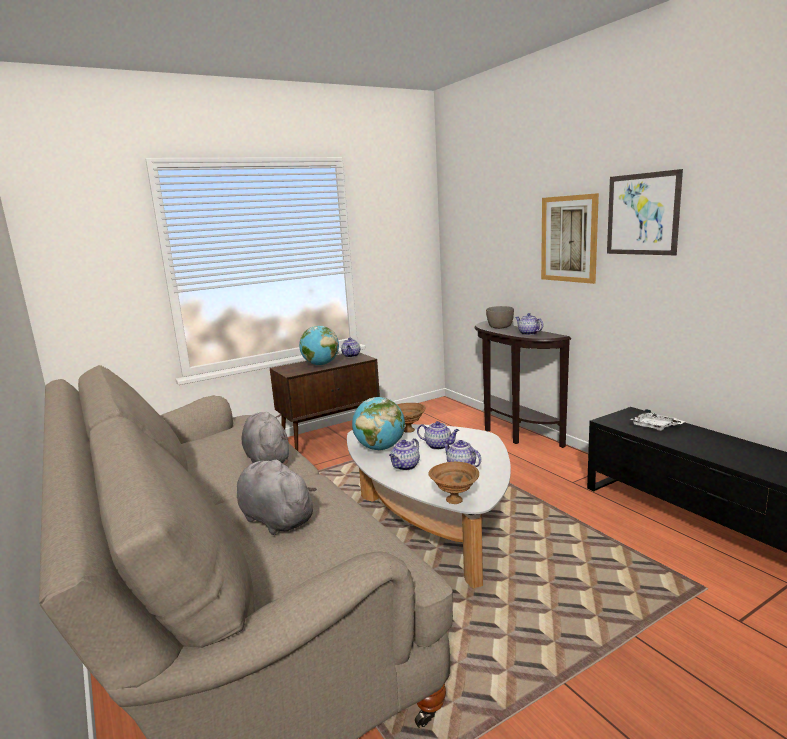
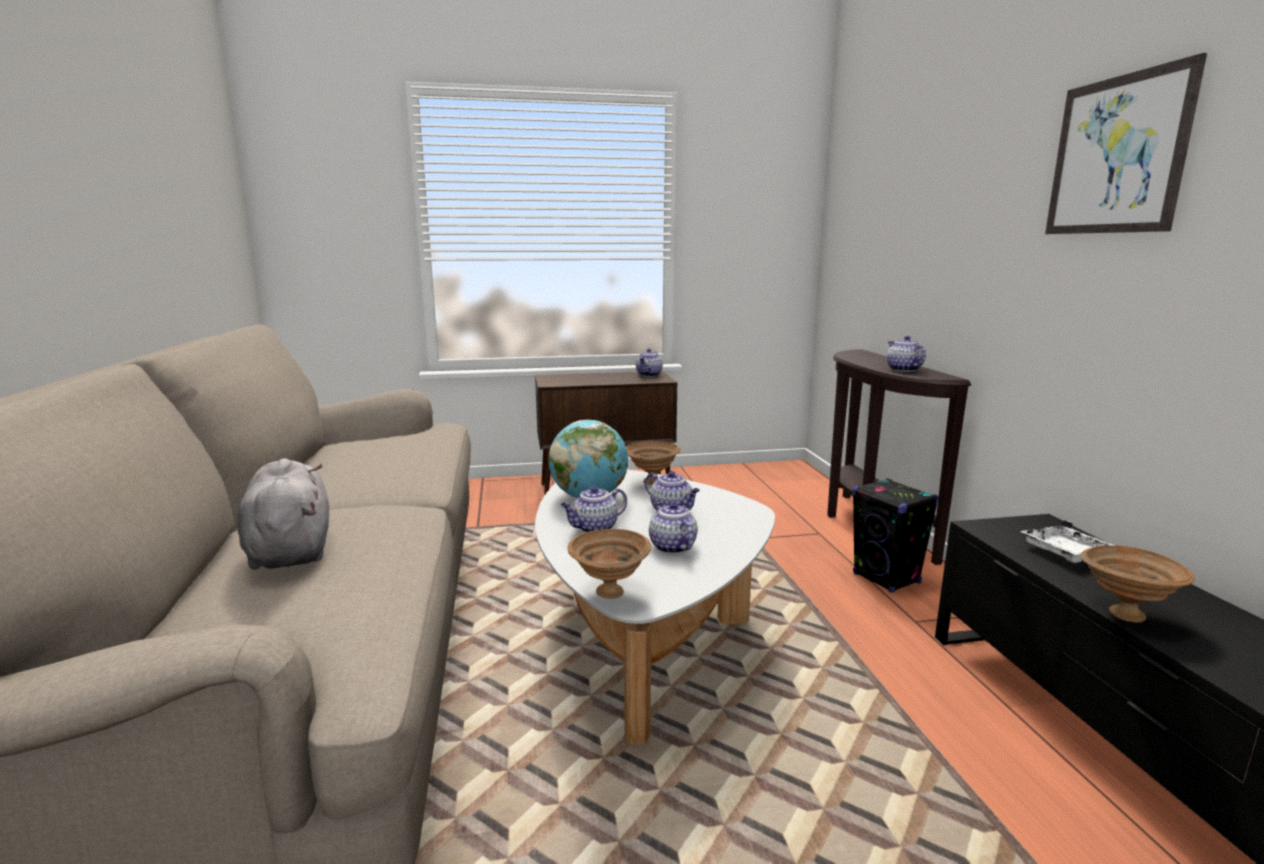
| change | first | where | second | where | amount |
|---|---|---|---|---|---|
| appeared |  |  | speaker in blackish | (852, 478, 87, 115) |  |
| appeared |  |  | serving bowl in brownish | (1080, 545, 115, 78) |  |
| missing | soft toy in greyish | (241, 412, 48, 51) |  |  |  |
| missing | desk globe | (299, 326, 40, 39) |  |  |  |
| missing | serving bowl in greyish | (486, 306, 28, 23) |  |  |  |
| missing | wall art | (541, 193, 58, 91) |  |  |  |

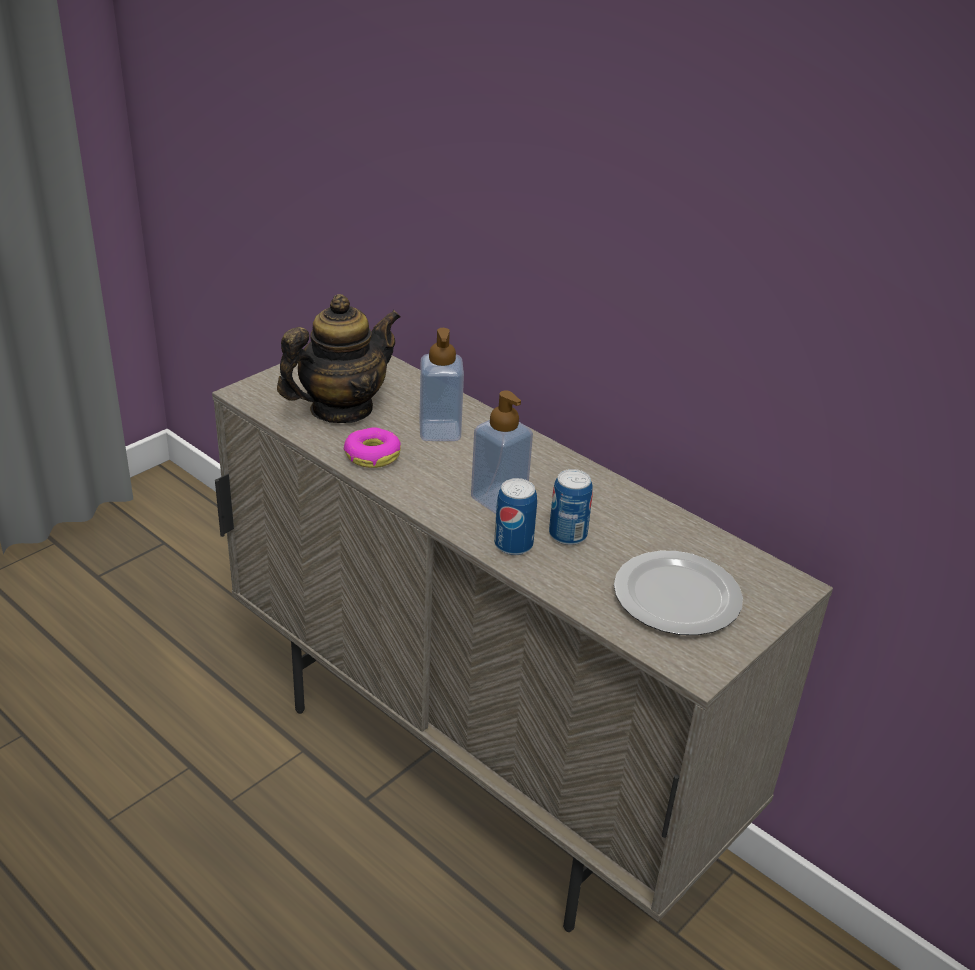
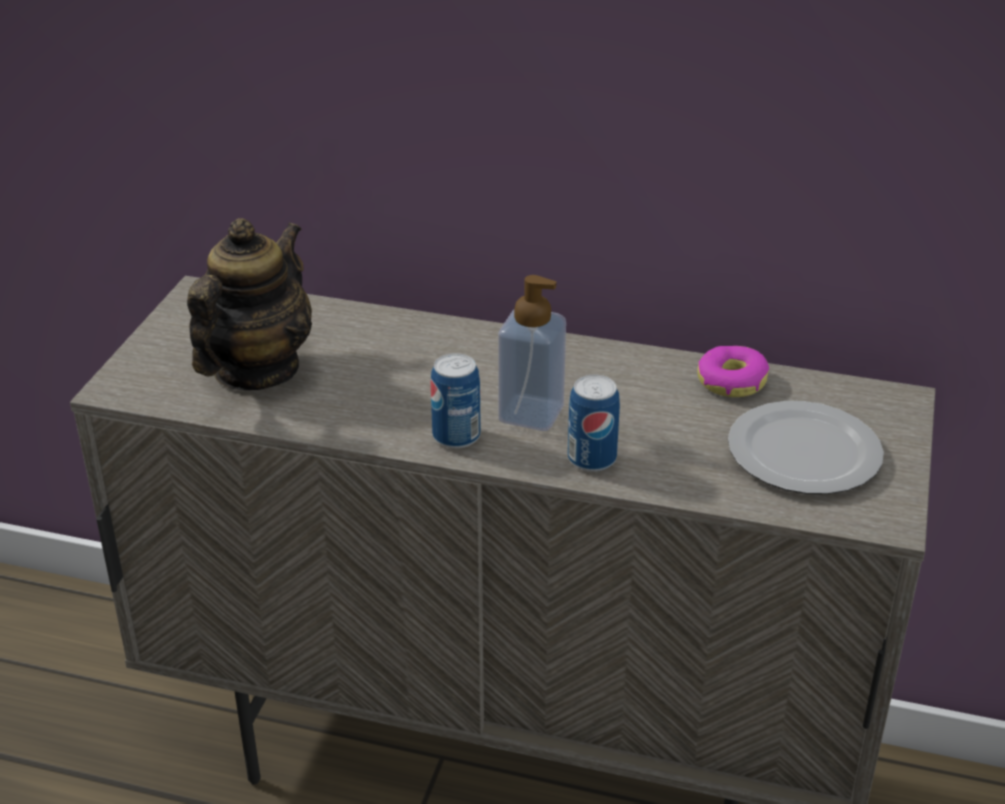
| change | first | where | second | where | amount |
|---|---|---|---|---|---|
| relocated | can | (549, 469, 44, 76) |  | (431, 353, 50, 96) |  |
| relocated | donut | (344, 427, 57, 41) |  | (697, 346, 72, 51) |  |
| missing | soap dispenser | (419, 328, 45, 113) |  |  |  |

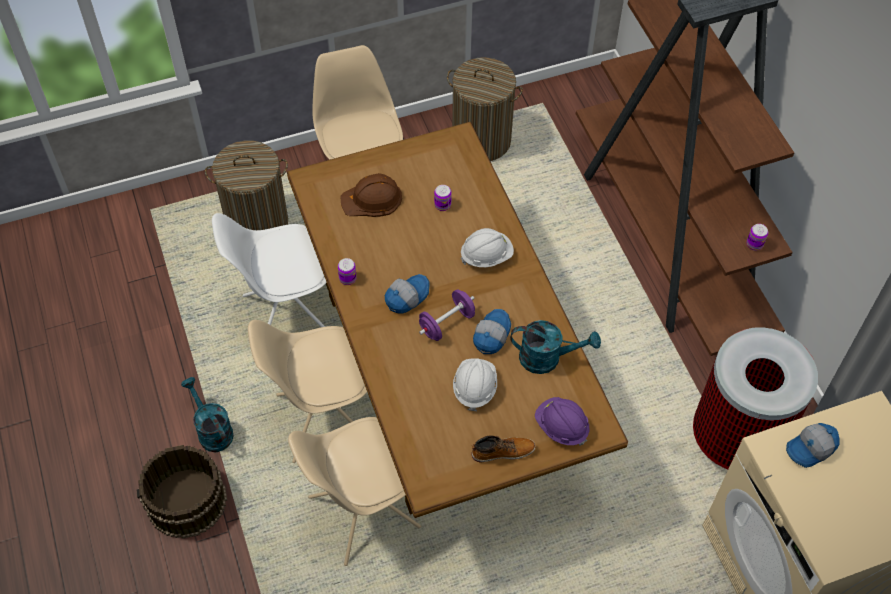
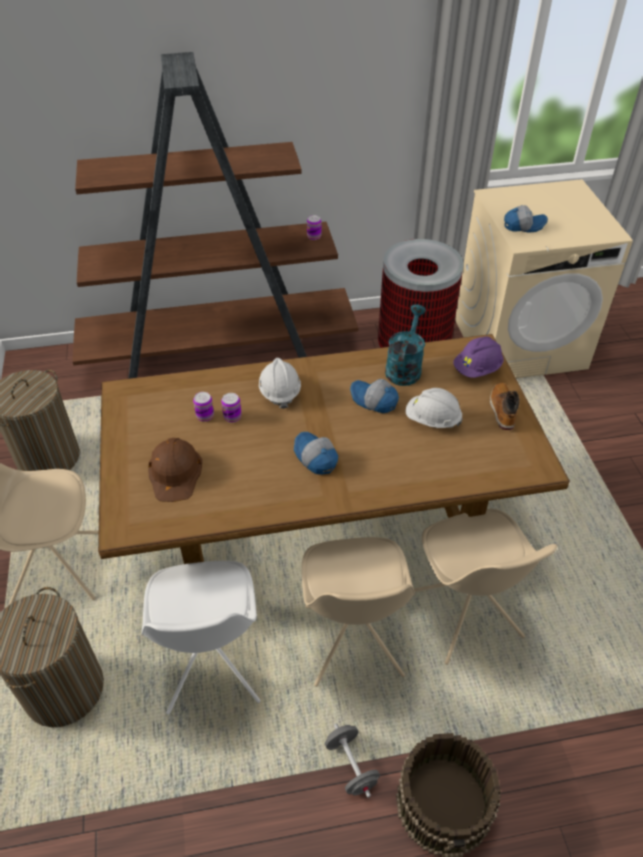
| change | first | where | second | where | amount |
|---|---|---|---|---|---|
| relocated | can | (338, 258, 19, 27) |  | (221, 393, 21, 29) |  |
| exchanged | watering pot in blue-green | (181, 377, 52, 75) | hand weight in greyish | (325, 724, 55, 74) |  |
| spun | baseball cap | (786, 423, 53, 45) |  | (504, 205, 44, 28) | 75 degrees counterclockwise |
| missing | hand weight in purplish | (419, 289, 56, 52) |  |  |  |

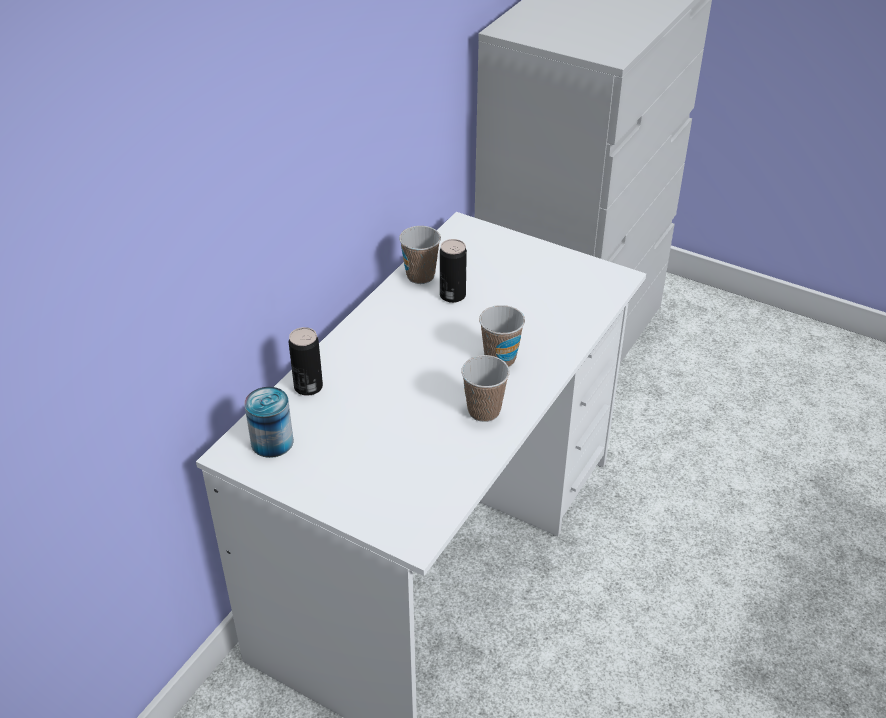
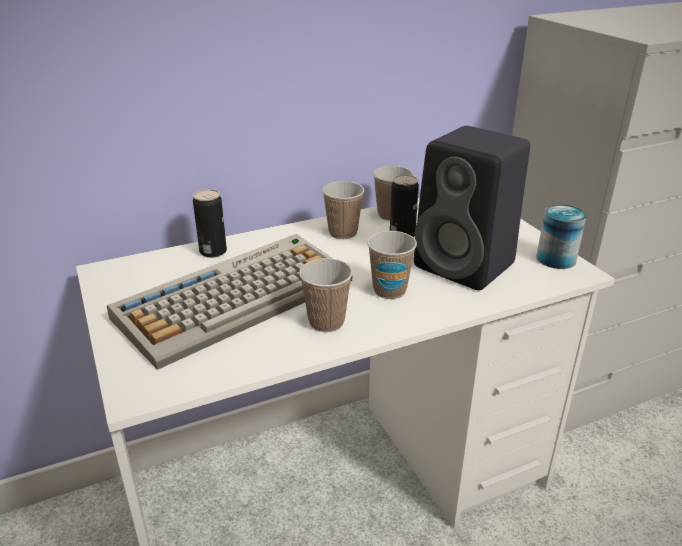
| change | first | where | second | where | amount |
|---|---|---|---|---|---|
| appeared |  |  | computer keyboard | (107, 234, 246, 136) |  |
| appeared |  |  | drinking cup | (322, 181, 42, 58) |  |
| appeared |  |  | speaker in blackish | (414, 126, 116, 164) |  |
| relocated | can | (244, 387, 49, 71) |  | (536, 205, 50, 64) |  |

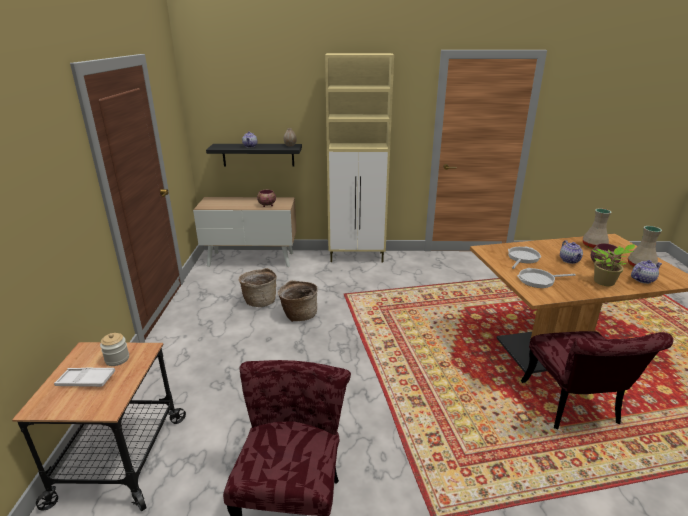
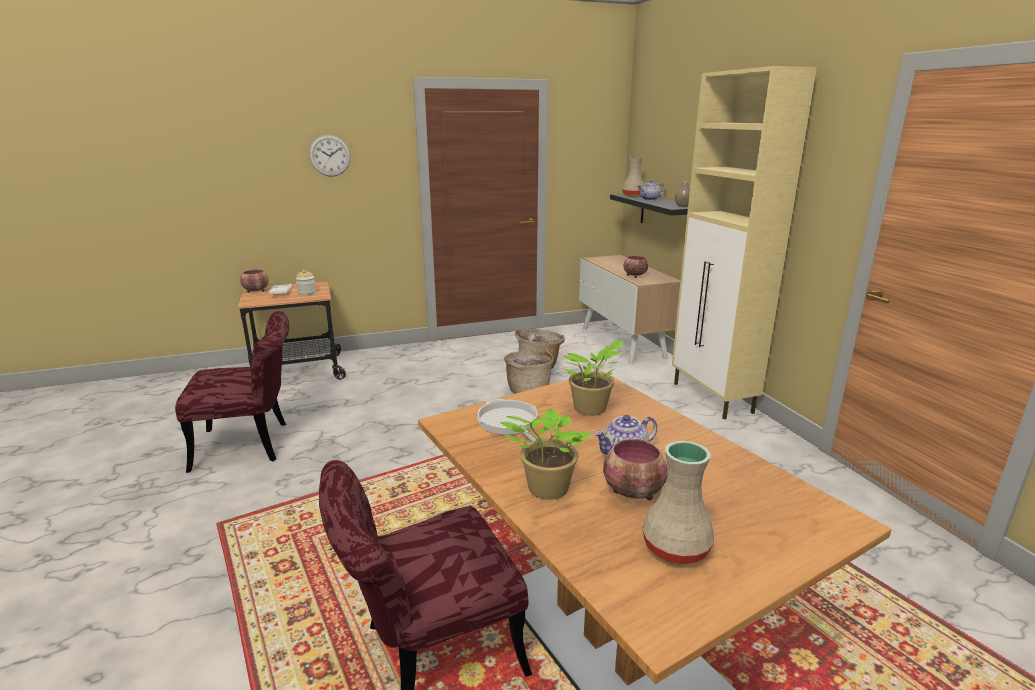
| change | first | where | second | where | amount |
|---|---|---|---|---|---|
| appeared |  |  | serving bowl | (240, 270, 29, 22) |  |
| appeared |  |  | hanging clock | (309, 135, 42, 42) |  |
| exchanged | pan | (508, 246, 33, 23) | houseplant | (563, 340, 60, 76) |  |
| relocated | decorative vase in sand-coloured | (583, 208, 29, 41) |  | (622, 158, 22, 39) |  |
| missing | pot for tea | (631, 260, 31, 24) |  |  |  |

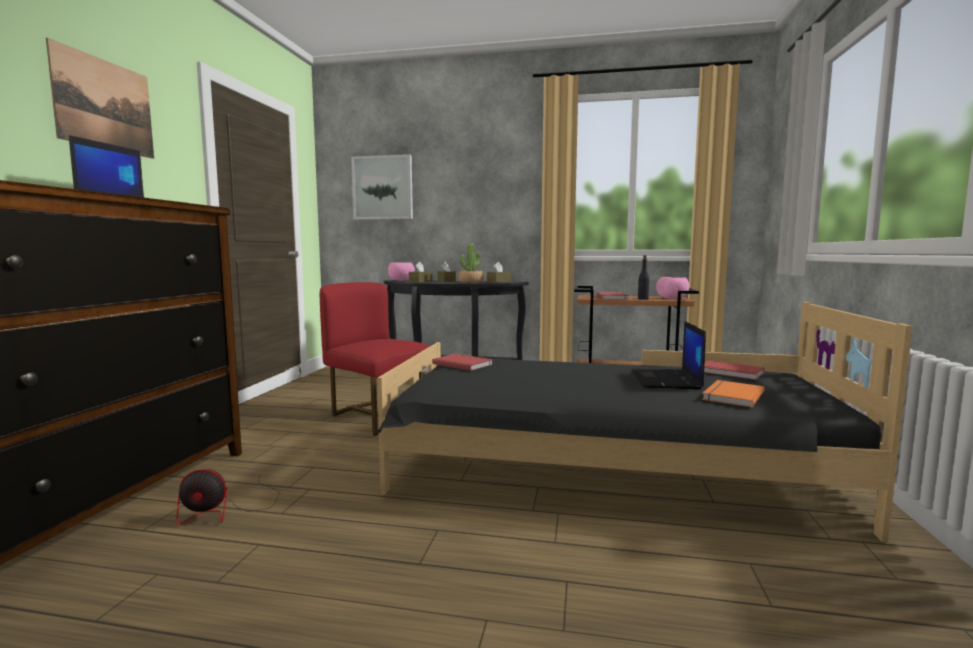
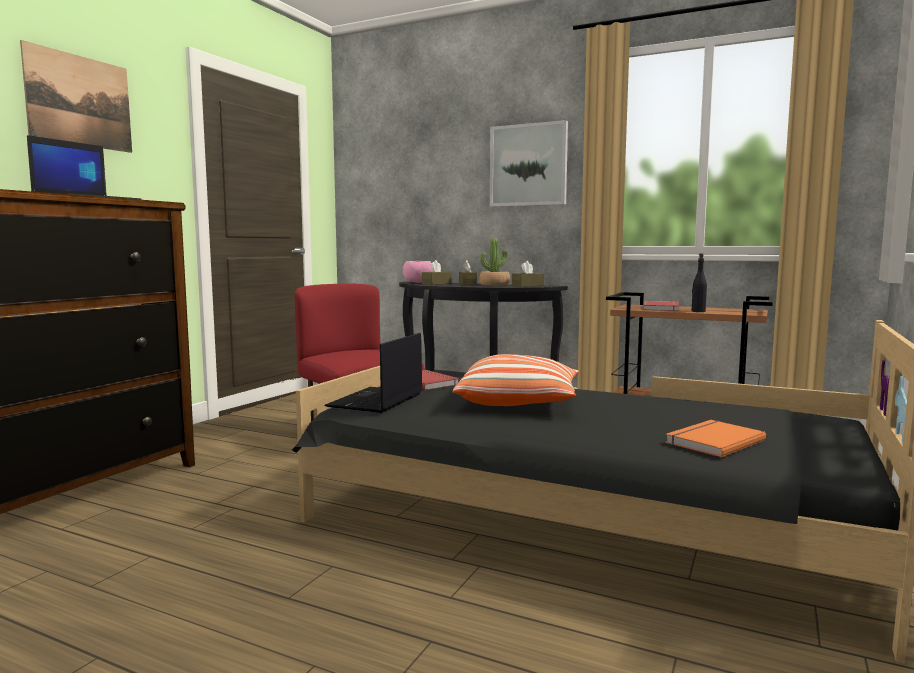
| change | first | where | second | where | amount |
|---|---|---|---|---|---|
| relocated | portable computer | (632, 321, 74, 68) |  | (324, 333, 99, 80) |  |
| appeared |  |  | pillow | (453, 354, 126, 52) |  |
| relocated | wall art | (351, 154, 62, 66) |  | (490, 120, 78, 87) |  |
| missing | fan | (176, 469, 104, 57) |  |  |  |
| missing | serving bowl in pinkish | (656, 277, 33, 22) |  |  |  |
| missing | volume in red | (704, 360, 60, 20) |  |  |  |

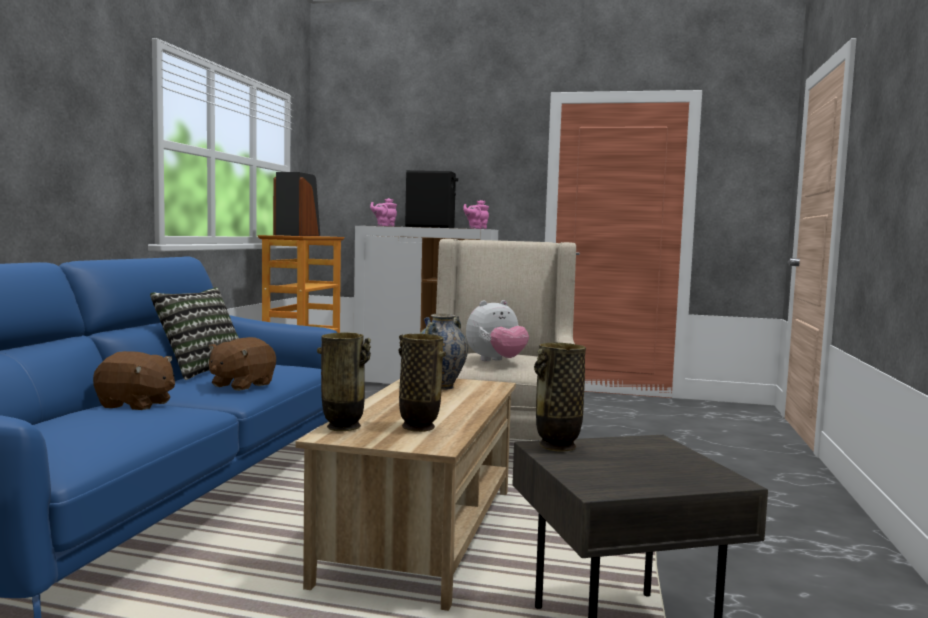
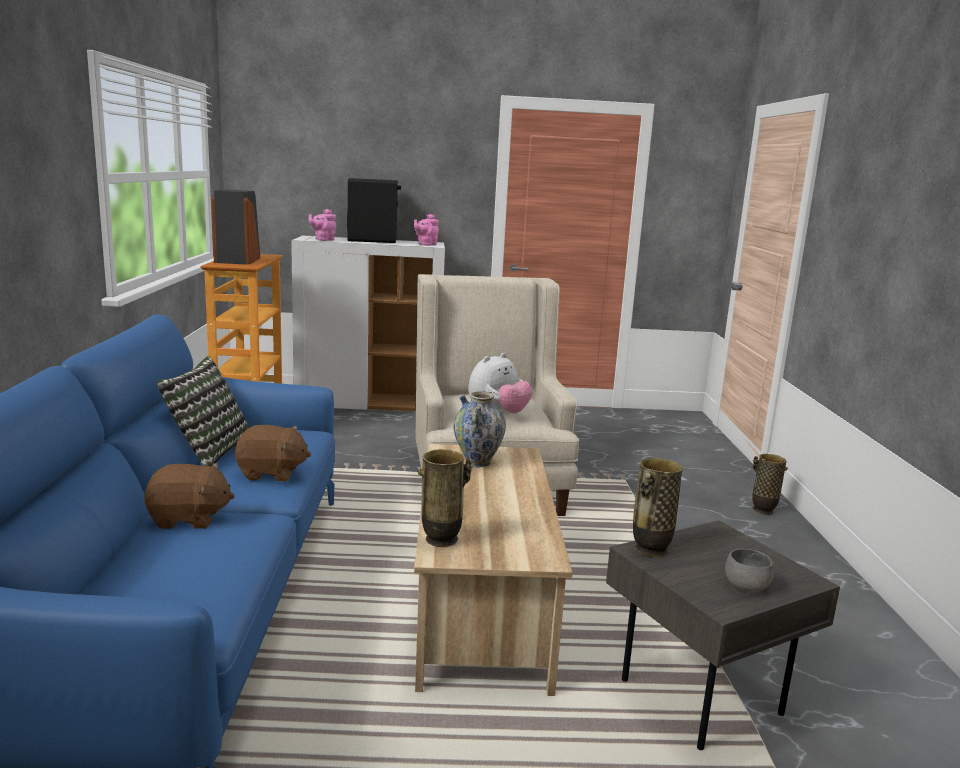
| change | first | where | second | where | amount |
|---|---|---|---|---|---|
| spun | soft toy in brownish | (209, 337, 67, 54) |  | (235, 425, 76, 56) | 105 degrees counterclockwise |
| appeared |  |  | serving bowl in greyish | (725, 549, 49, 43) |  |
| relocated | decorative vase | (398, 334, 48, 98) |  | (752, 454, 36, 61) |  |

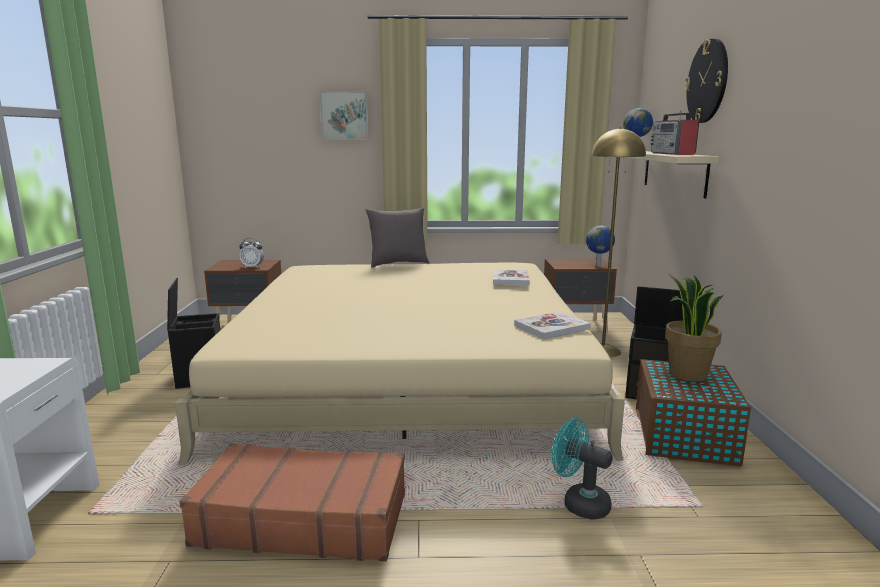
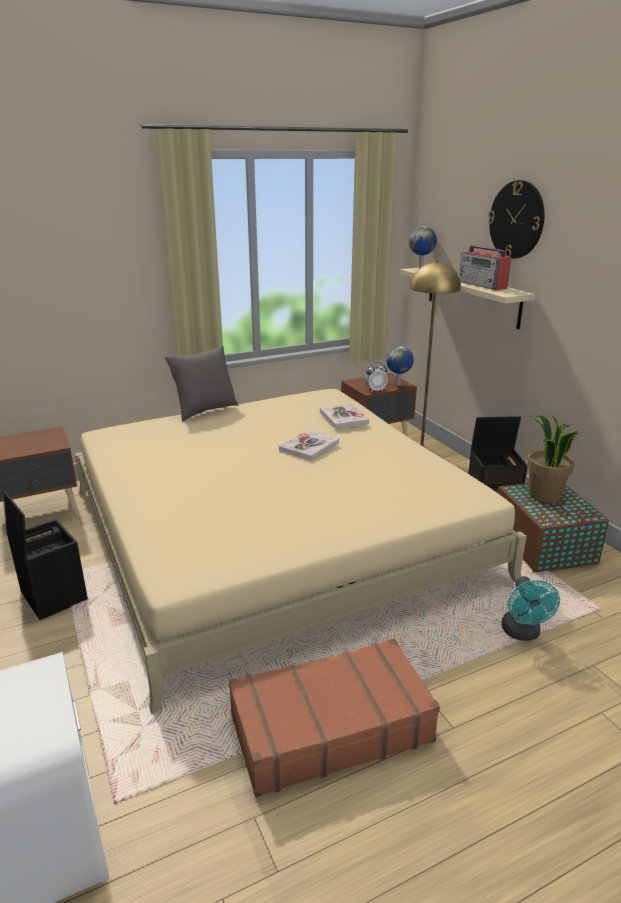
| change | first | where | second | where | amount |
|---|---|---|---|---|---|
| relocated | volume | (514, 311, 77, 28) |  | (279, 430, 60, 31) |  |
| relocated | bedside clock | (239, 238, 25, 30) |  | (365, 362, 23, 30) |  |
| spun | fan in blue-green | (552, 418, 61, 102) |  | (502, 576, 58, 65) | 105 degrees counterclockwise |
| missing | wall art | (319, 91, 50, 49) |  |  |  |

